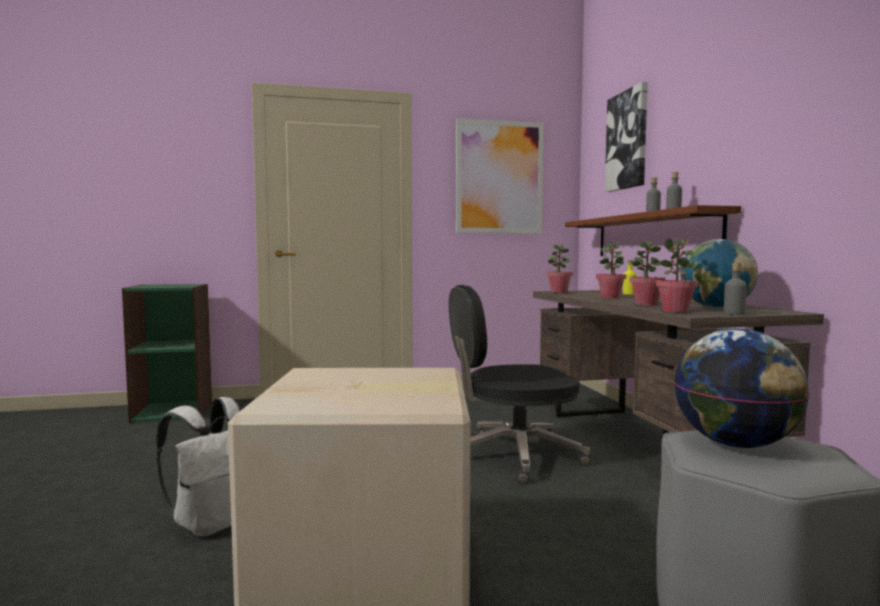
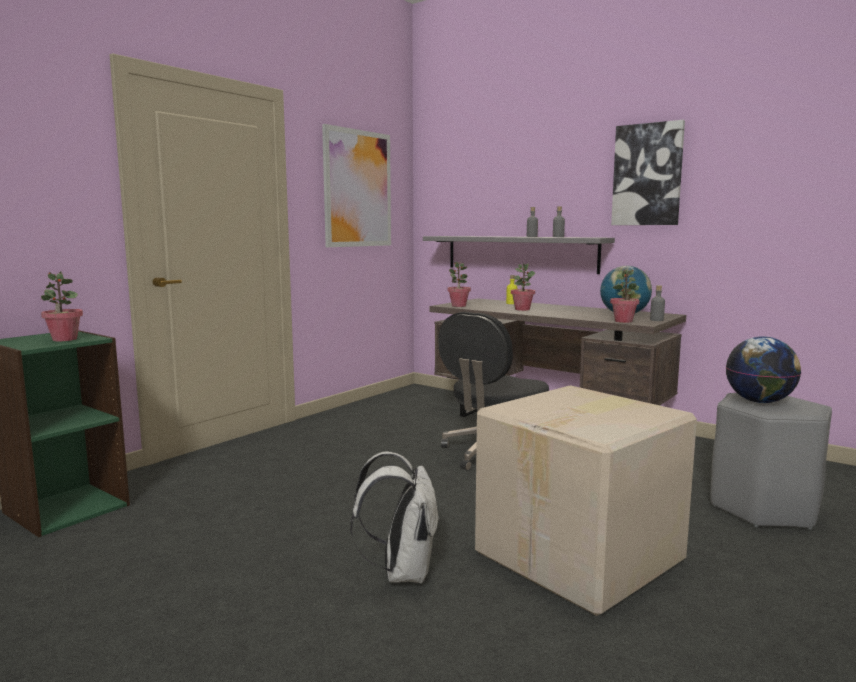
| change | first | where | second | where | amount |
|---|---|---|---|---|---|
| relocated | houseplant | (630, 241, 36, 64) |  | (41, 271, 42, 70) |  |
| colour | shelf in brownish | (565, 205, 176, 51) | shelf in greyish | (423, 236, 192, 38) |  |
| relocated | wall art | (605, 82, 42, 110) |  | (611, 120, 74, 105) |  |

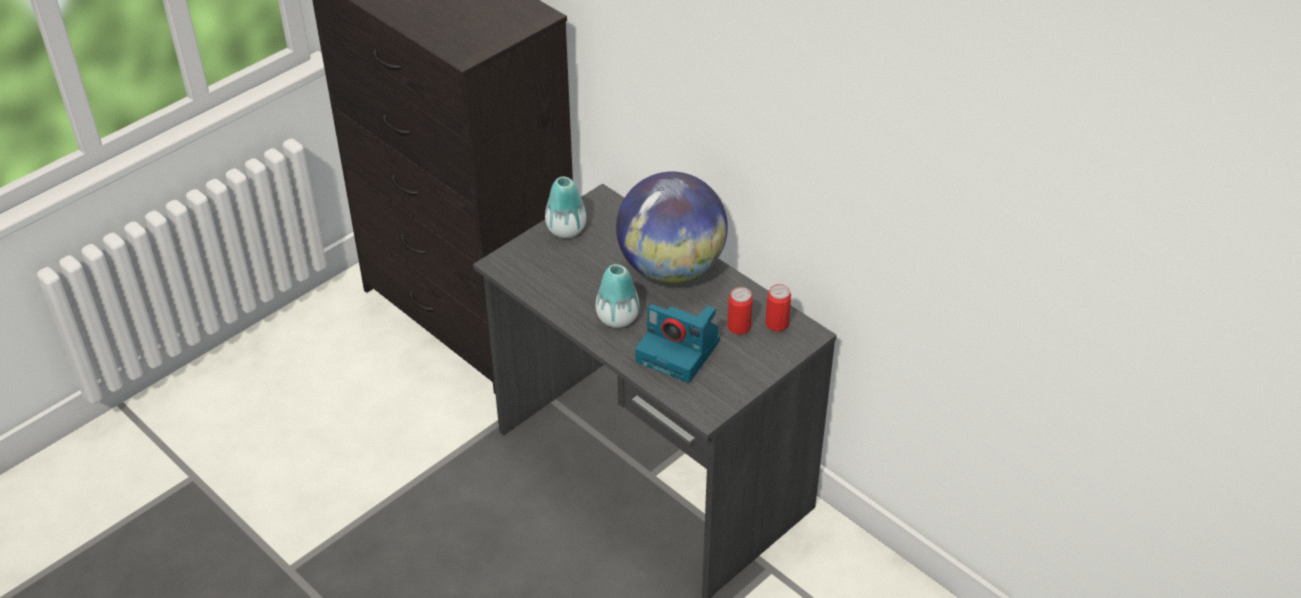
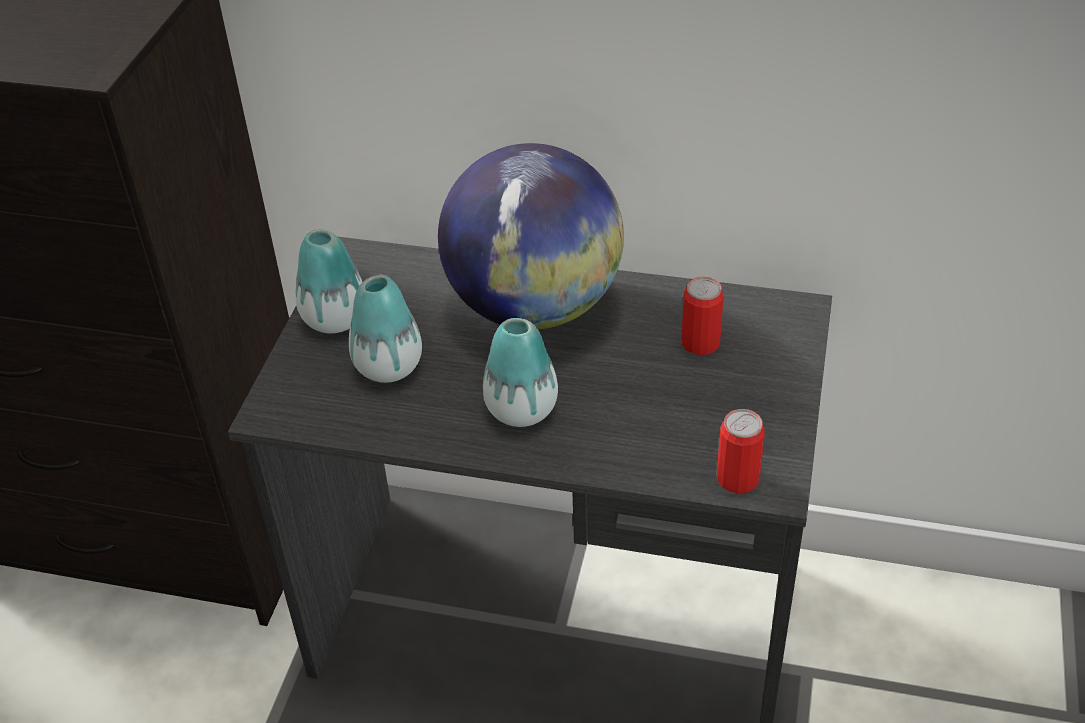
| change | first | where | second | where | amount |
|---|---|---|---|---|---|
| appeared |  |  | decorative vase | (349, 275, 73, 108) |  |
| relocated | can | (765, 284, 26, 47) |  | (716, 409, 49, 85) |  |
| missing | still camera | (635, 304, 85, 79) |  |  |  |

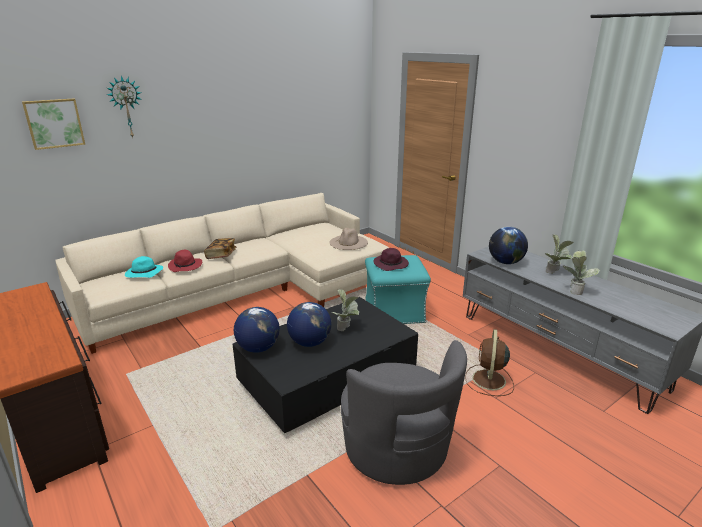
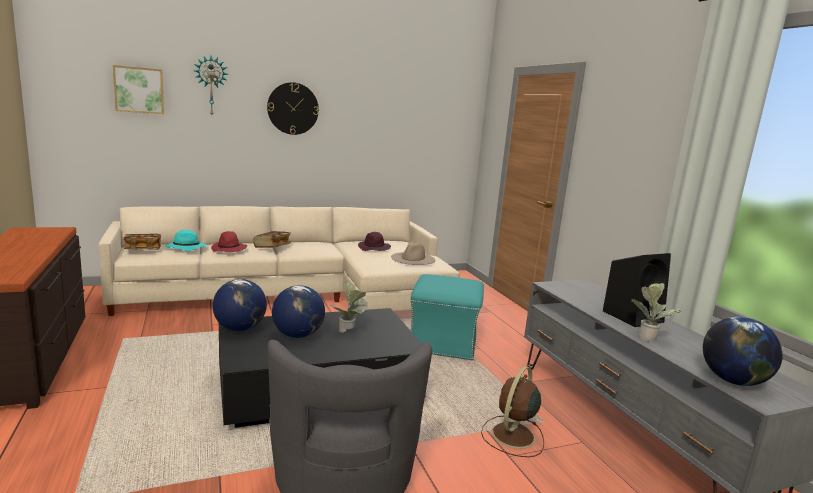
| change | first | where | second | where | amount |
|---|---|---|---|---|---|
| appeared |  |  | volume | (124, 234, 37, 16) |  |
| appeared |  |  | hanging clock | (267, 82, 52, 53) |  |
| relocated | hat in purplish | (373, 248, 36, 23) |  | (358, 232, 33, 19) |  |
| exchanged | houseplant | (545, 234, 28, 40) | speaker in blackish | (603, 253, 68, 74) |  |
| relocated | desk globe | (489, 227, 39, 37) |  | (703, 317, 80, 69) |  |

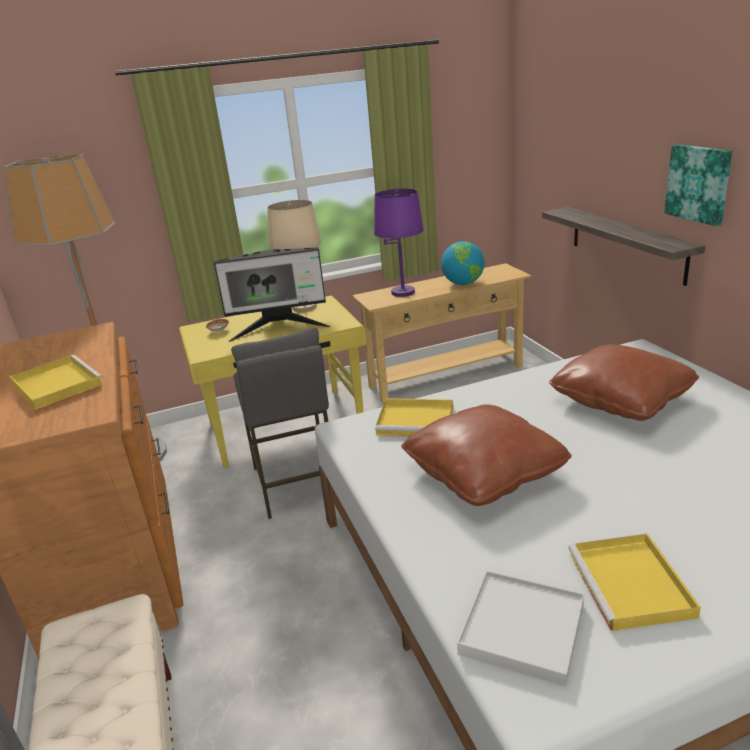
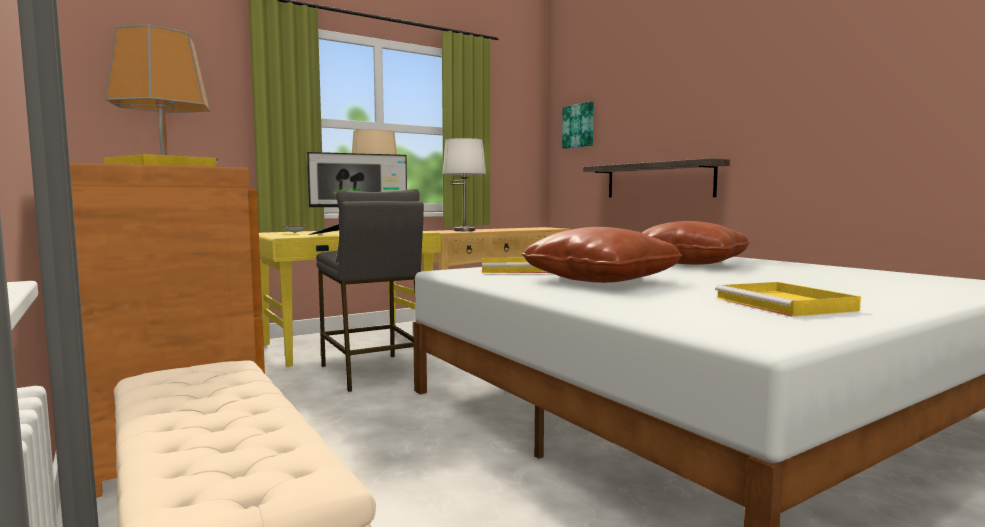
| change | first | where | second | where | amount |
|---|---|---|---|---|---|
| colour | tabletop lamp in purplish | (374, 188, 50, 109) | tabletop lamp in white-coloured | (443, 138, 43, 93) |  |
| relocated | wall art | (664, 144, 68, 82) |  | (562, 102, 32, 47) |  |
| missing | desk globe | (441, 241, 44, 44) |  |  |  |
| missing | tray in white-coloured | (457, 571, 127, 116) |  |  |  |

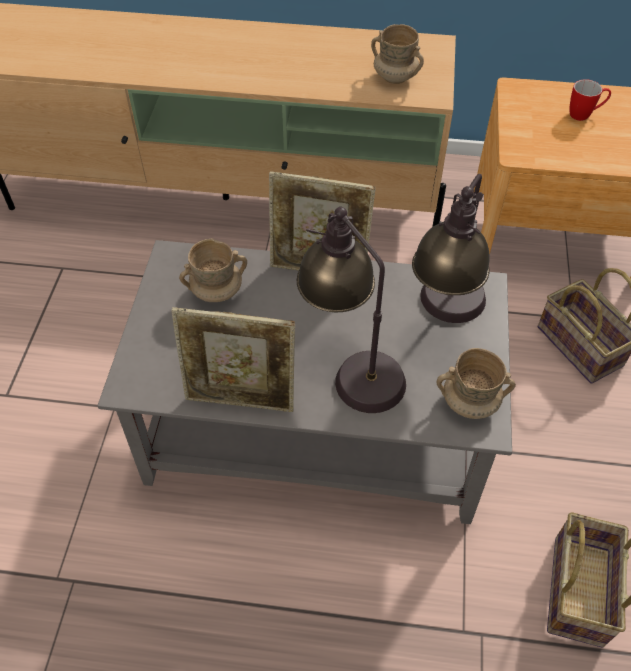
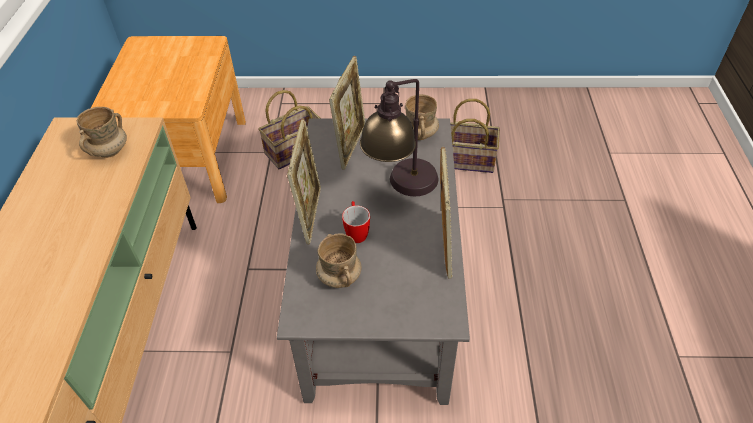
| change | first | where | second | where | amount |
|---|---|---|---|---|---|
| exchanged | tabletop lamp | (412, 174, 78, 149) | picture frame | (329, 56, 36, 114) |  |
| relocated | tea mug | (569, 79, 42, 42) |  | (342, 201, 28, 42) |  |

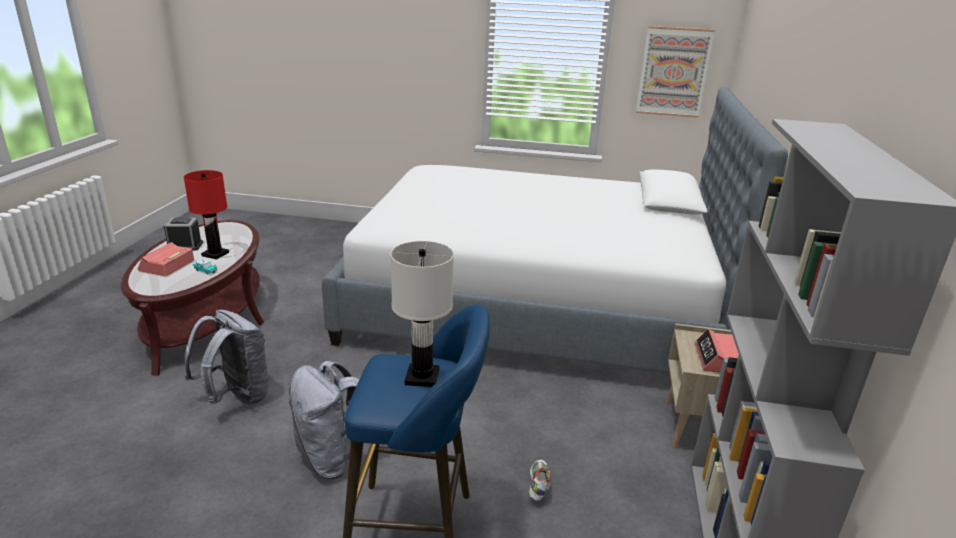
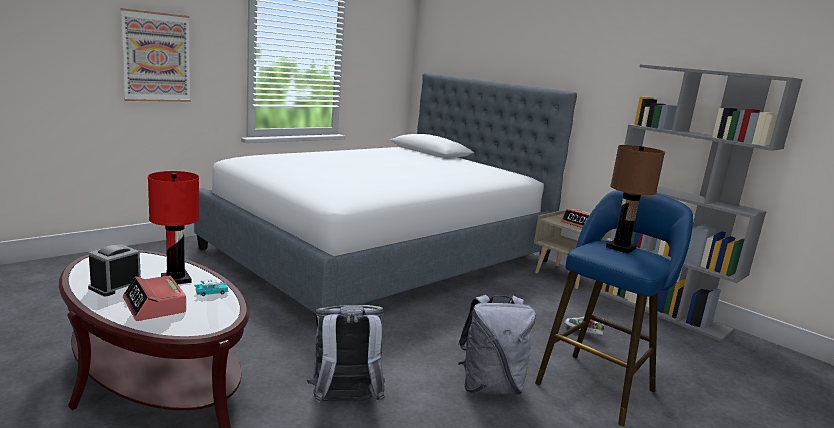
| change | first | where | second | where | amount |
|---|---|---|---|---|---|
| relocated | wall art | (636, 26, 79, 92) |  | (120, 8, 71, 94) |  |
| colour | tabletop lamp in white-coloured | (390, 241, 64, 146) | tabletop lamp in brownish | (606, 145, 59, 108) |  |

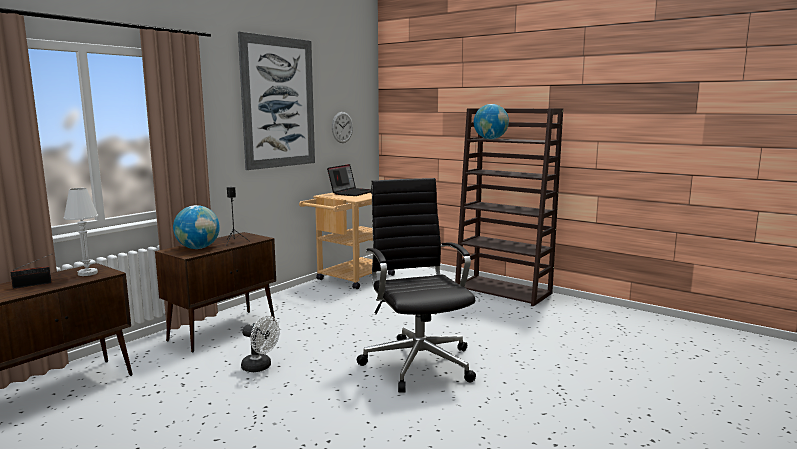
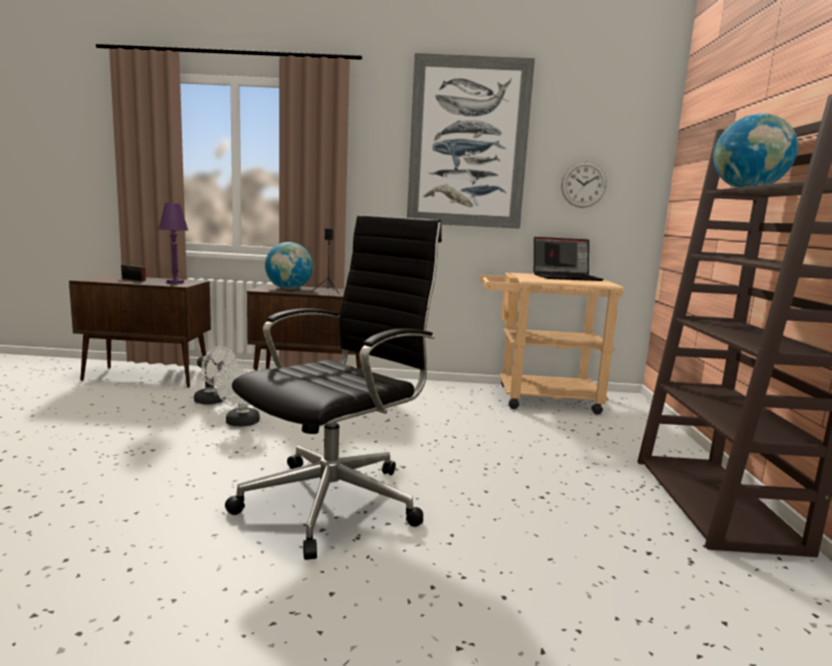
| change | first | where | second | where | amount |
|---|---|---|---|---|---|
| colour | tabletop lamp in white-coloured | (64, 188, 34, 88) | tabletop lamp in purplish | (158, 203, 30, 81) |  |
| appeared |  |  | fan in white-coloured | (194, 346, 42, 59) |  |

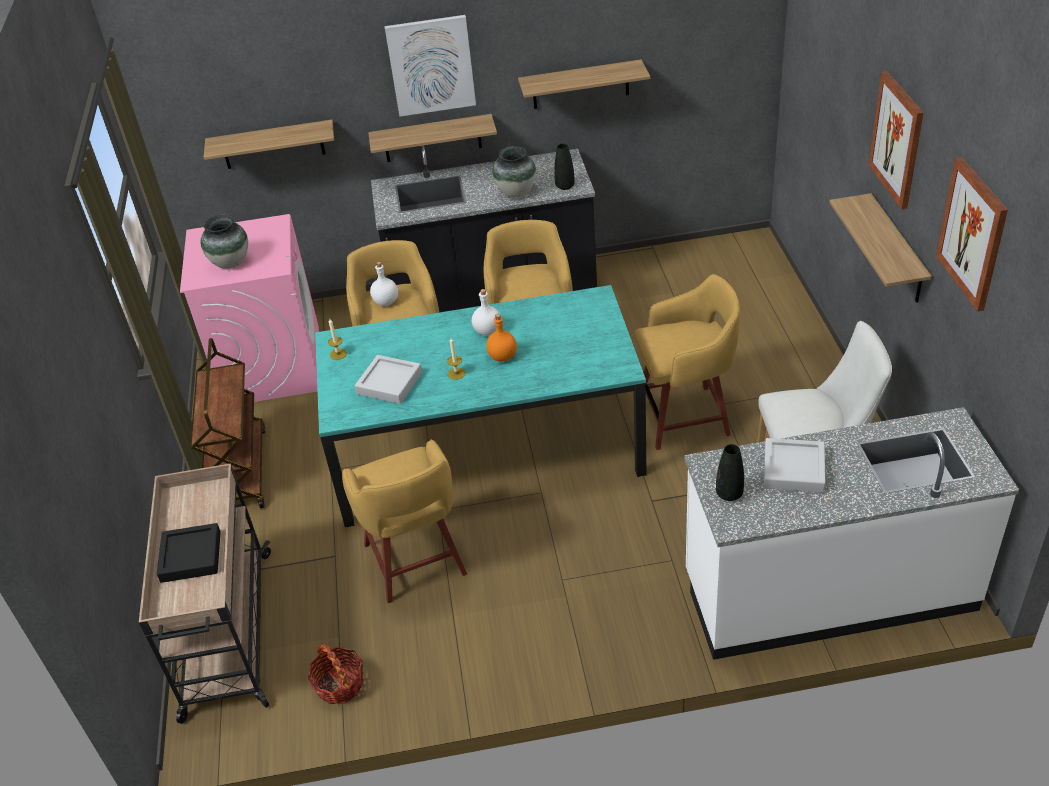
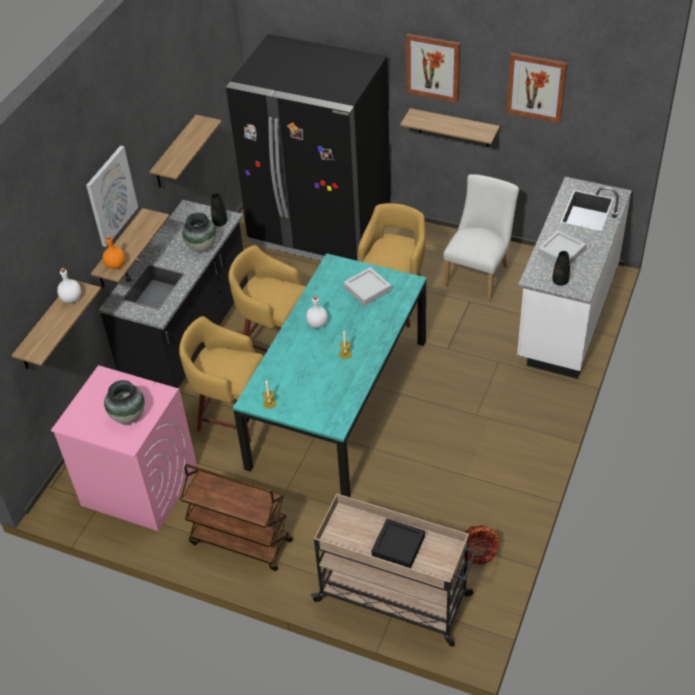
| change | first | where | second | where | amount |
|---|---|---|---|---|---|
| relocated | drink bottle in white-coloured | (370, 262, 28, 44) |  | (57, 268, 24, 35) |  |
| relocated | drink bottle in orangey | (486, 314, 31, 48) |  | (103, 235, 22, 34) |  |
| appeared |  |  | fridge in blackish | (225, 34, 166, 227) |  |
| relocated | tray in greyish | (355, 355, 67, 49) |  | (344, 267, 47, 39) |  |
| missing | stool in yellowish | (342, 440, 125, 163) |  |  |  |

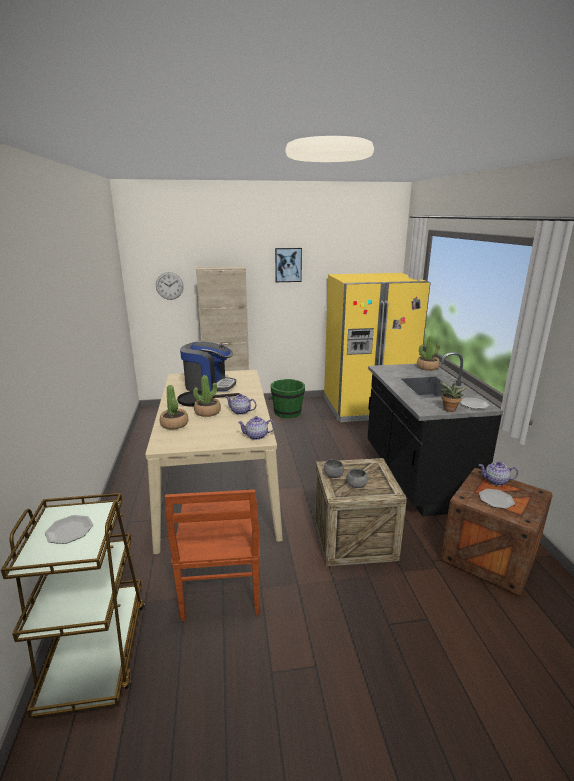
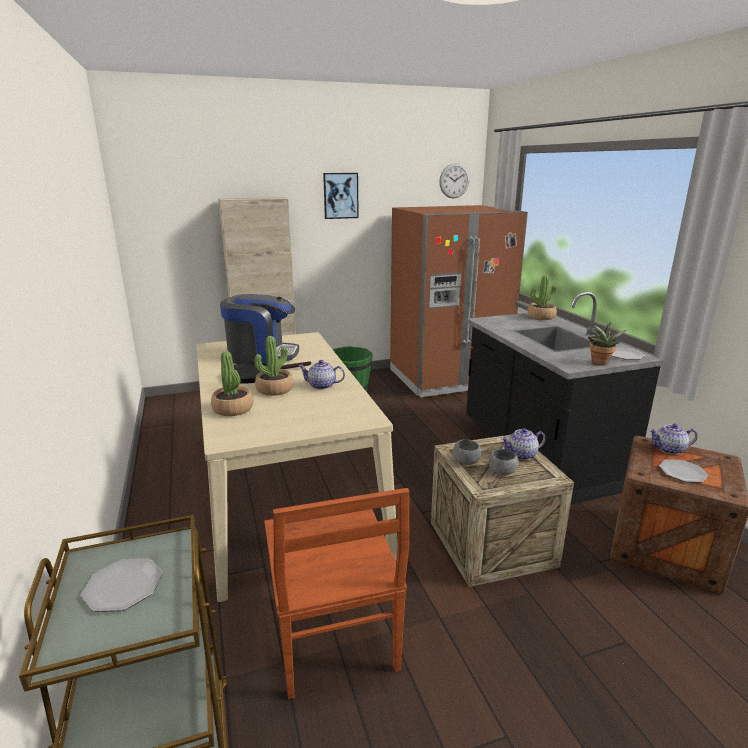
| change | first | where | second | where | amount |
|---|---|---|---|---|---|
| colour | fridge in yellowish | (324, 273, 107, 149) | fridge in brownish | (390, 205, 138, 192) |  |
| relocated | hanging clock | (156, 272, 28, 28) |  | (439, 163, 30, 35) |  |
| relocated | pot for tea | (237, 416, 38, 24) |  | (501, 428, 44, 32) |  |

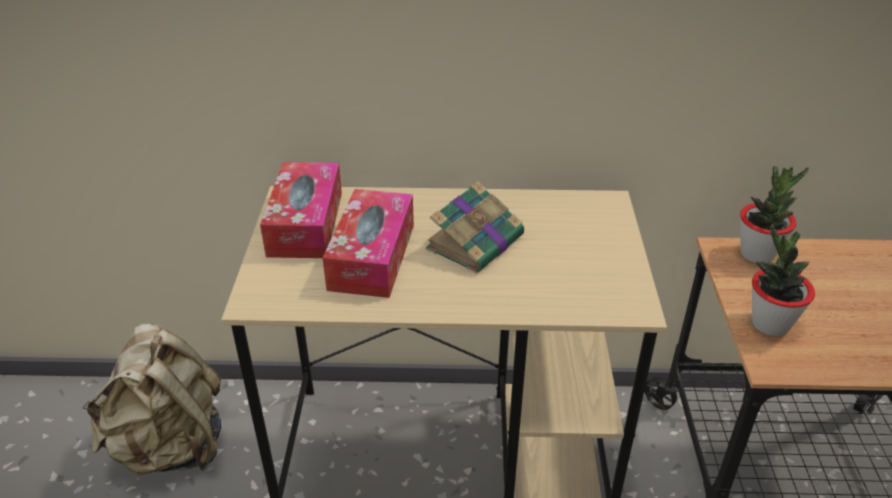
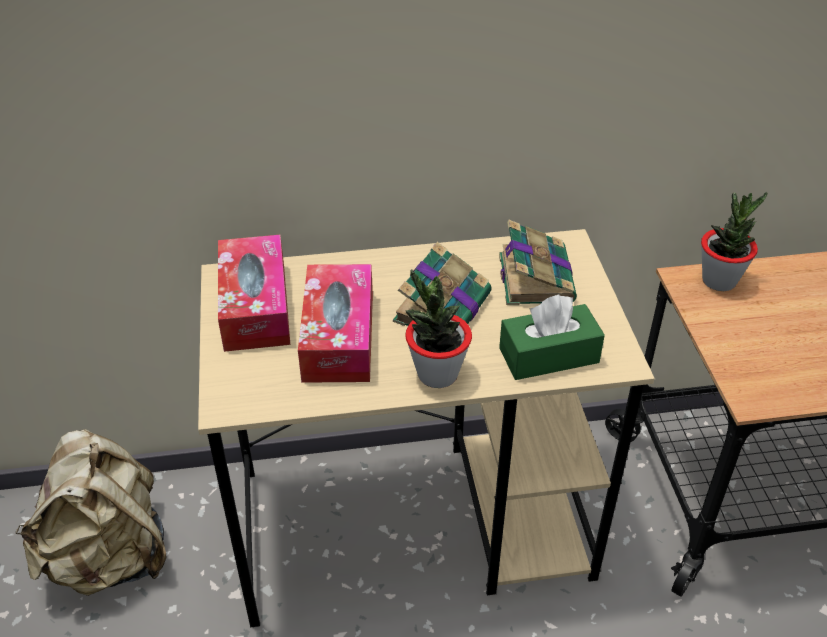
| change | first | where | second | where | amount |
|---|---|---|---|---|---|
| relocated | houseplant | (752, 224, 63, 112) |  | (405, 269, 67, 119) |  |
| appeared |  |  | volume | (499, 220, 78, 85) |  |
| appeared |  |  | tissue holder in green | (499, 295, 106, 85) |  |

